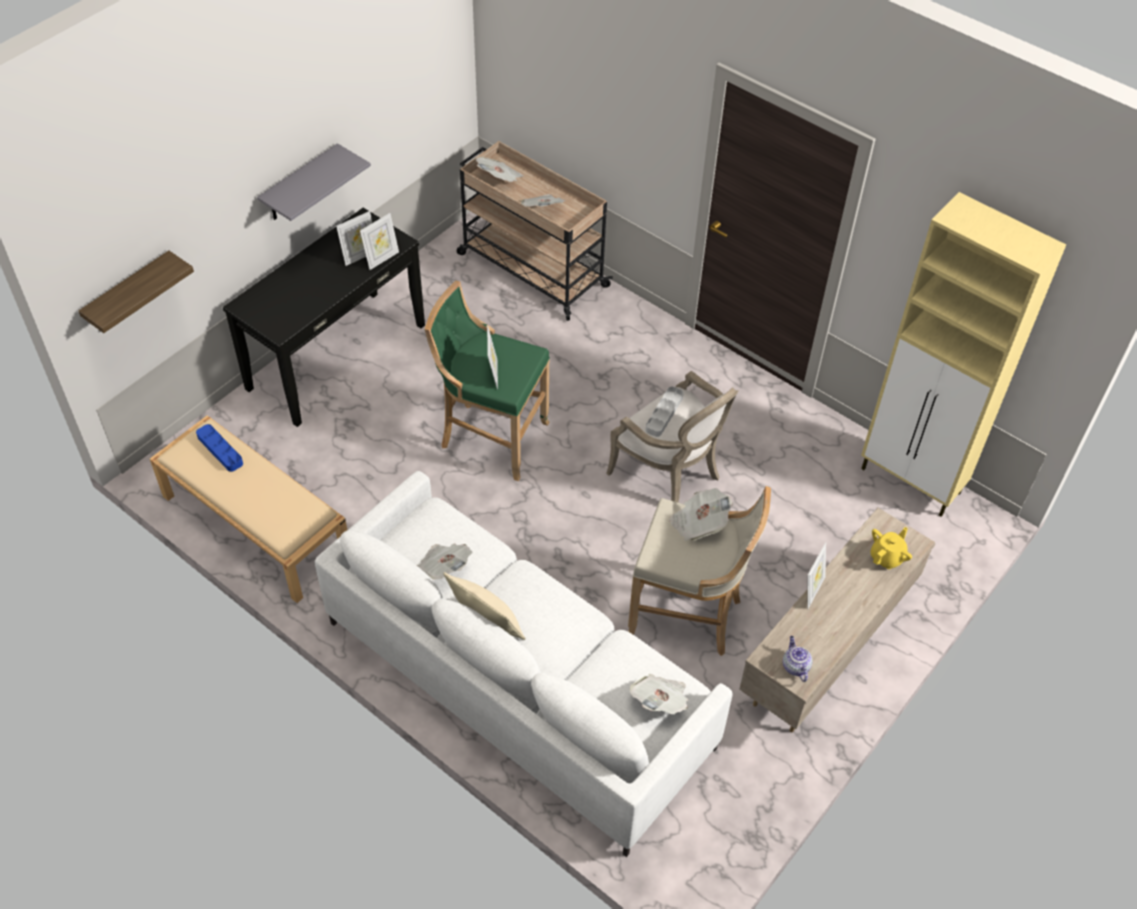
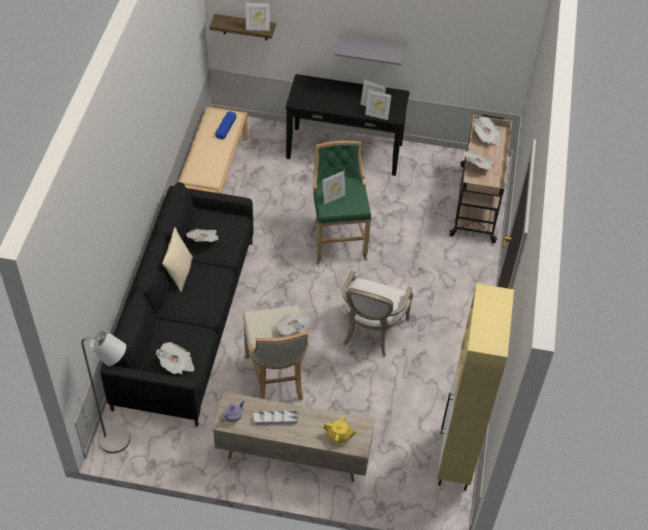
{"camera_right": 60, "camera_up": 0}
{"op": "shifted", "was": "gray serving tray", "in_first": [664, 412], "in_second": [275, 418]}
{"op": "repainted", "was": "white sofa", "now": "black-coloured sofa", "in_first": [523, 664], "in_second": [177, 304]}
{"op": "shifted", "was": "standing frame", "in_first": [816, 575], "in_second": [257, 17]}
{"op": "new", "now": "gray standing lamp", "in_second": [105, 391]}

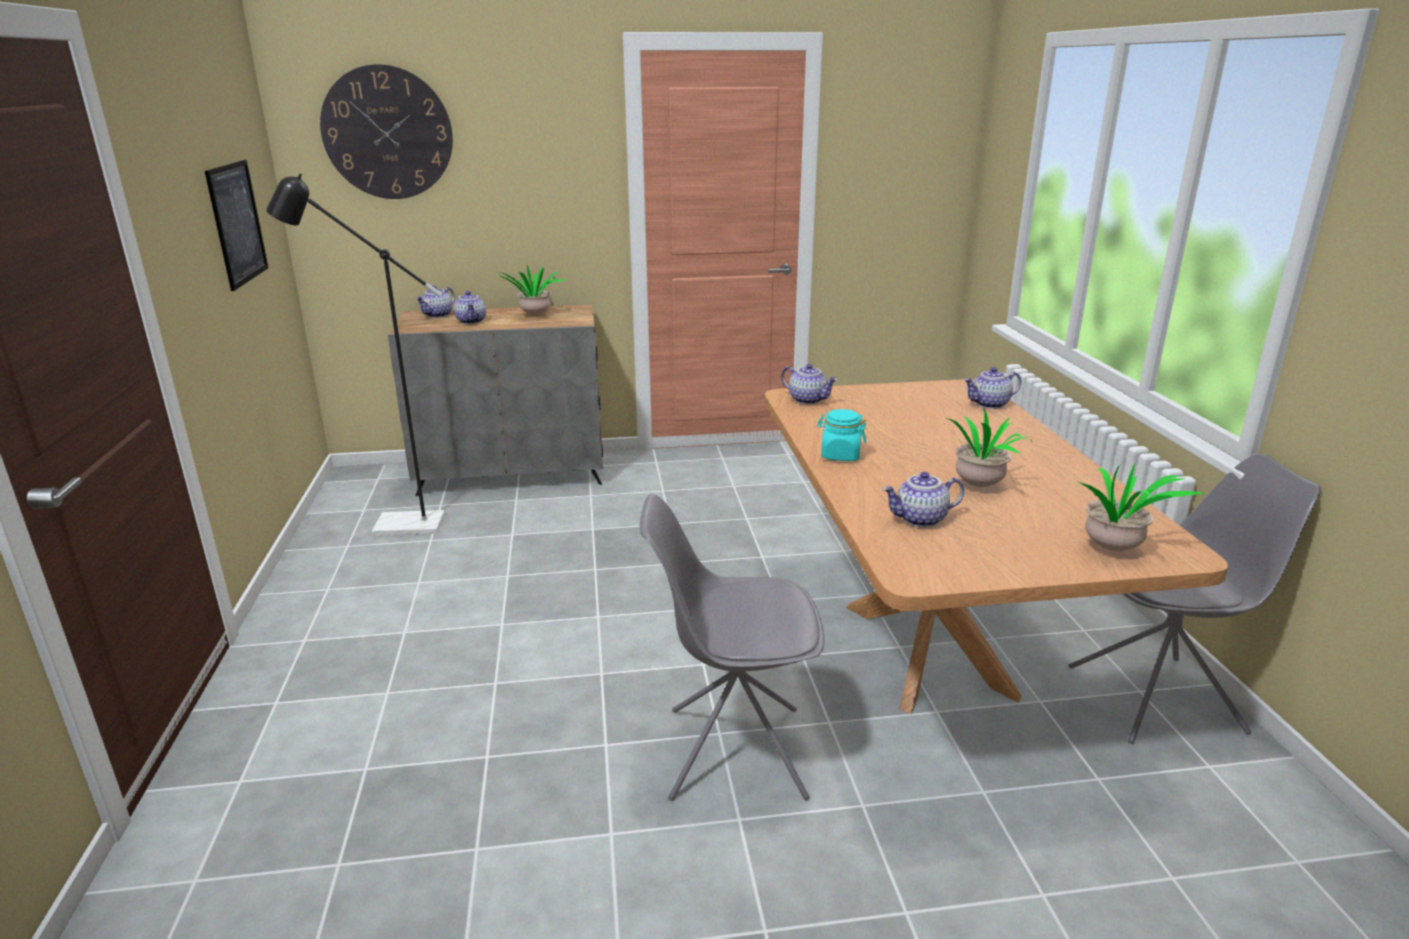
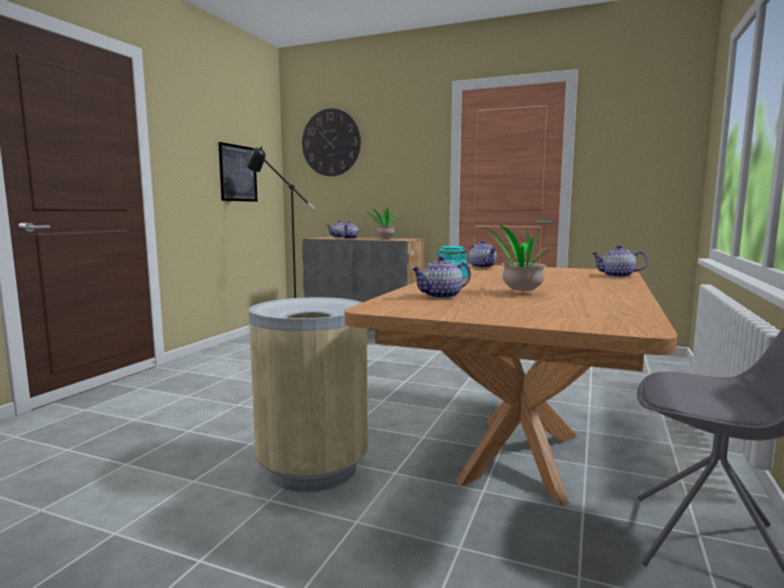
{"camera_right": 30, "camera_up": -15}
{"op": "gone", "was": "houseplant", "in_first": [1137, 507]}
{"op": "rotated", "was": "teapot", "in_first": [923, 499], "in_second": [441, 277], "clockwise": -45}
{"op": "swapped", "was": "gray upright chair", "now": "beige-coloured rubbish bin", "in_first": [732, 647], "in_second": [308, 394]}

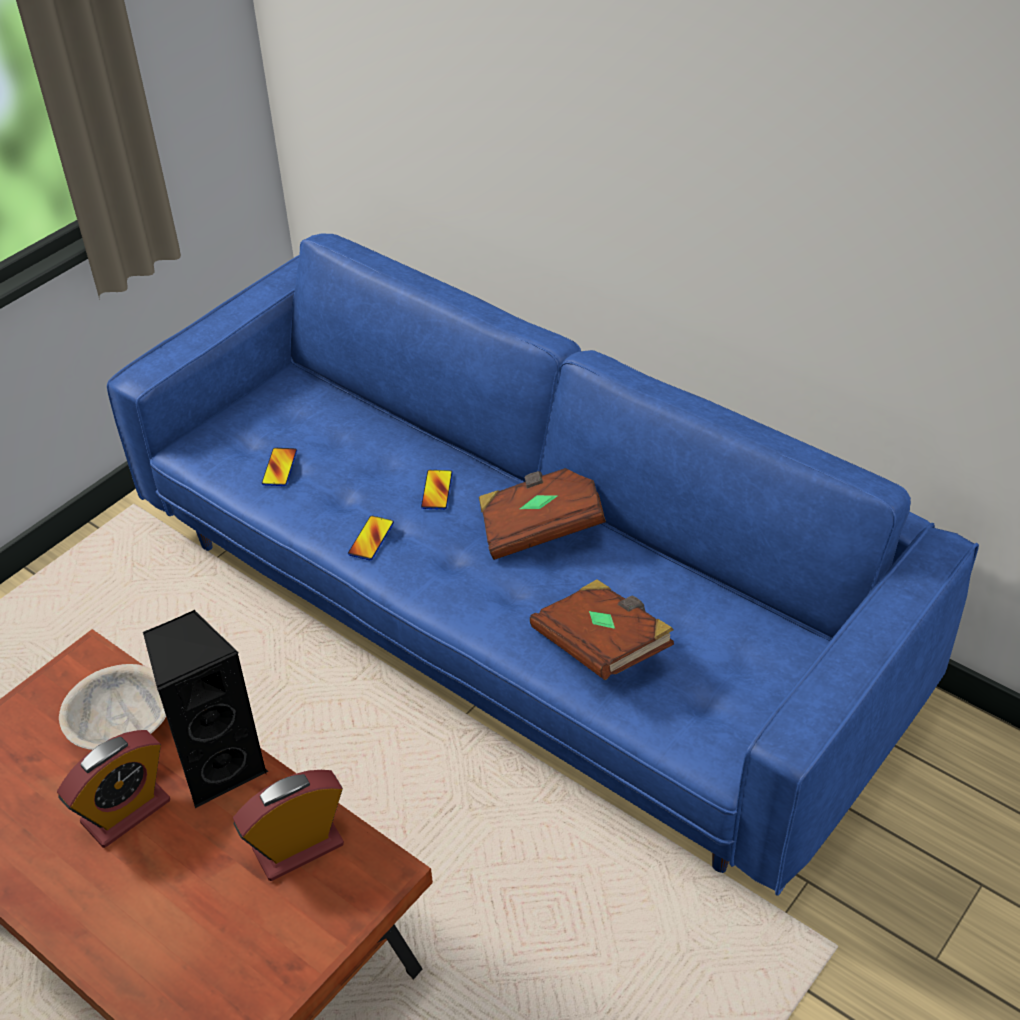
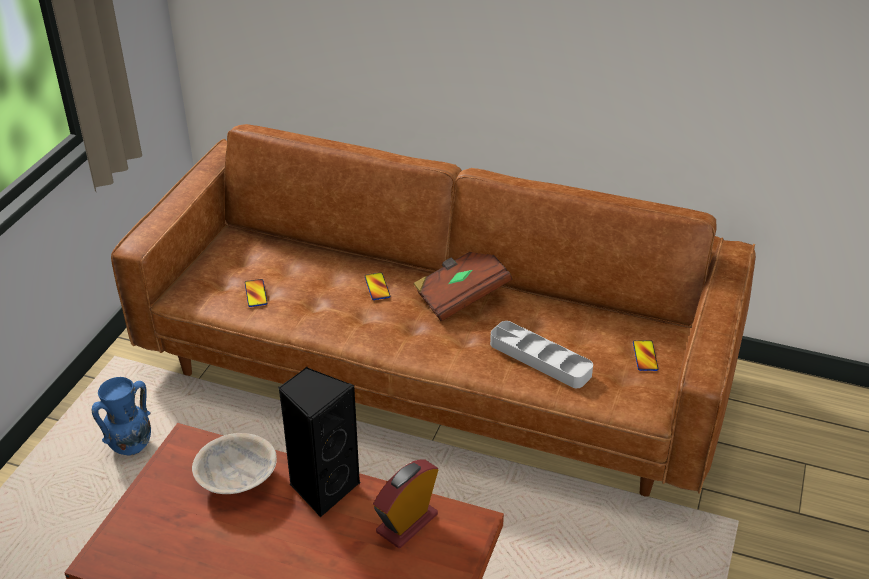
{"camera_right": -20, "camera_up": -5}
{"op": "repainted", "was": "bluish sofa", "now": "brown-coloured sofa", "in_first": [543, 564], "in_second": [433, 310]}
{"op": "shifted", "was": "telephone", "in_first": [371, 538], "in_second": [645, 355]}
{"op": "swapped", "was": "brown-coloured bound book", "now": "gray serving tray", "in_first": [602, 629], "in_second": [541, 354]}
{"op": "gone", "was": "bedside clock", "in_first": [113, 789]}
{"op": "new", "now": "bluish flower vase", "in_second": [121, 416]}

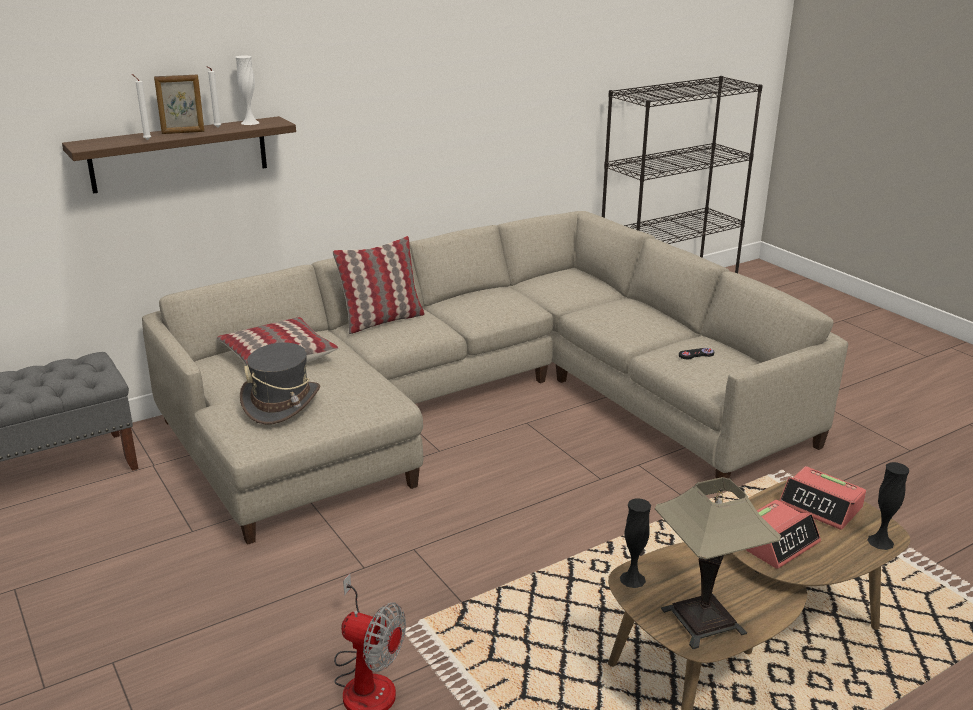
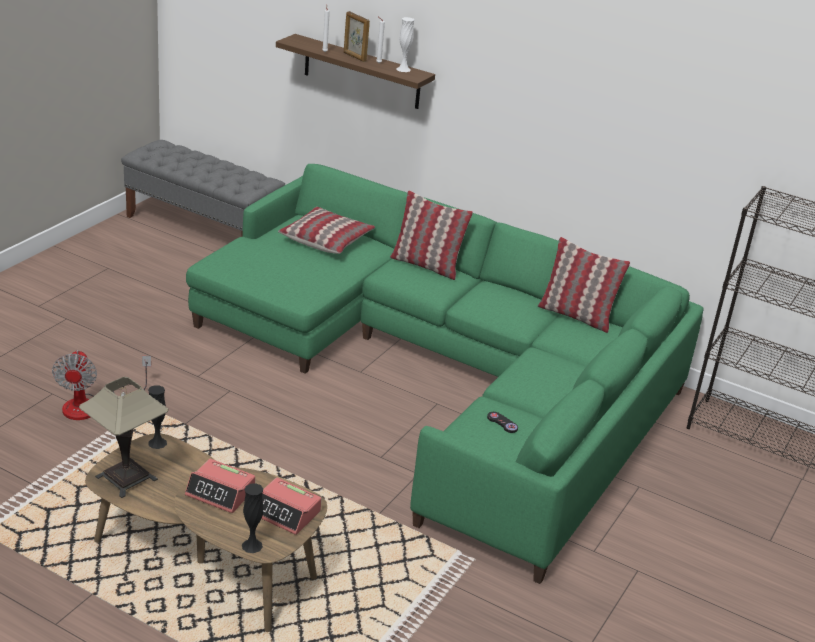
{"camera_right": 60, "camera_up": 5}
{"op": "repainted", "was": "beige-coloured sofa", "now": "green sofa", "in_first": [495, 378], "in_second": [445, 374]}
{"op": "gone", "was": "gray clothing hat", "in_first": [280, 383]}
{"op": "rotated", "was": "bedside clock", "in_first": [822, 498], "in_second": [291, 506], "clockwise": -75}
{"op": "new", "now": "cushion", "in_second": [584, 285]}

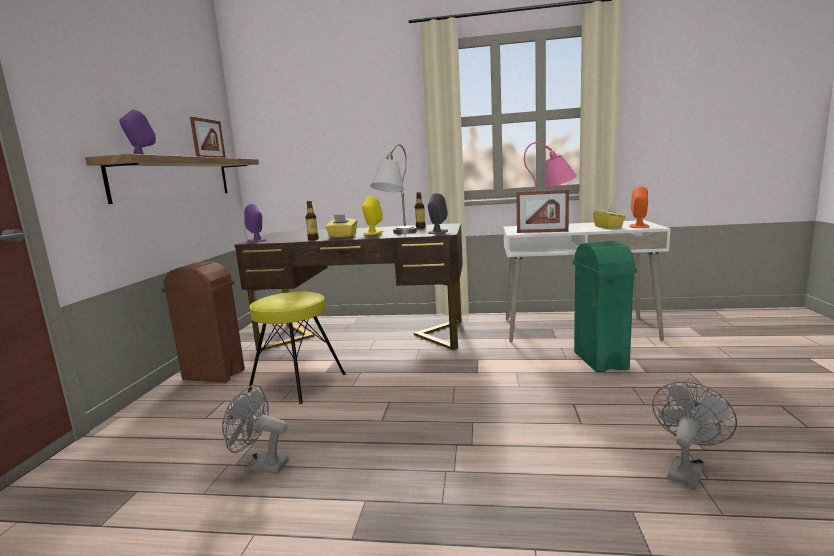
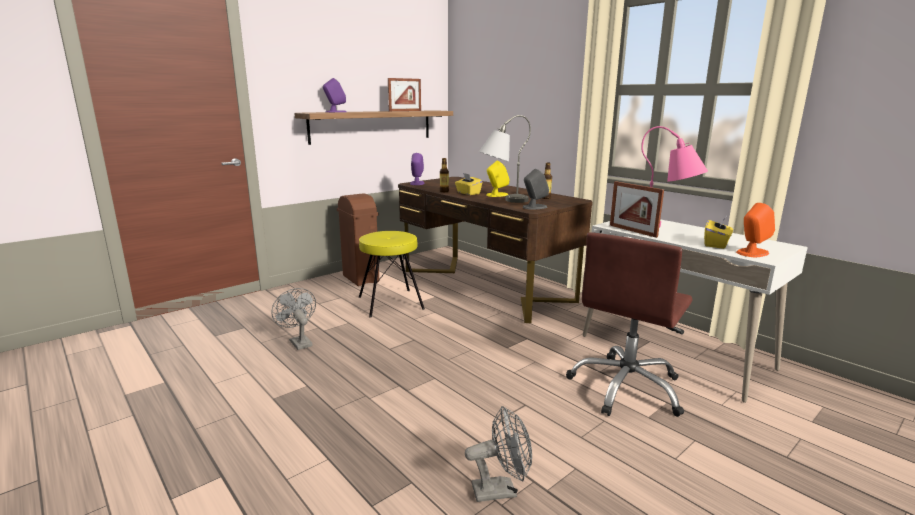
{"camera_right": 40, "camera_up": 5}
{"op": "swapped", "was": "green rubbish bin", "now": "brown-coloured computer chair", "in_first": [605, 306], "in_second": [629, 324]}

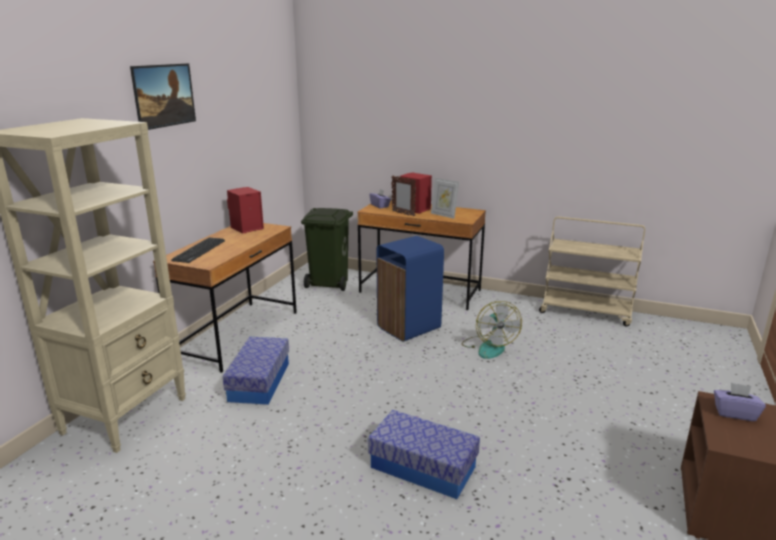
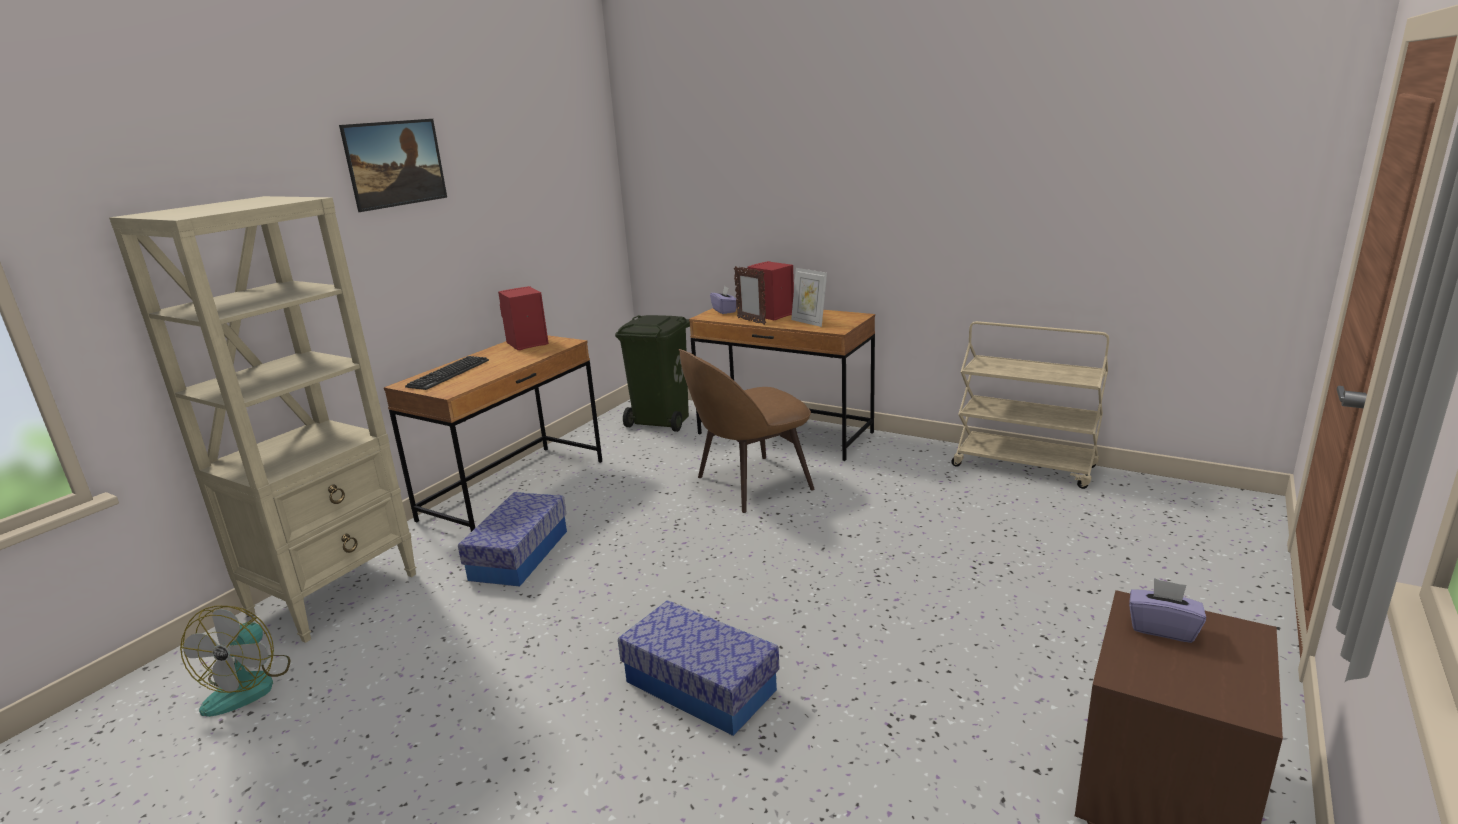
{"camera_right": 10, "camera_up": 0}
{"op": "swapped", "was": "bluish rubbish bin", "now": "brown-coloured upright chair", "in_first": [410, 289], "in_second": [747, 431]}
{"op": "shifted", "was": "electric fan", "in_first": [492, 330], "in_second": [235, 661]}

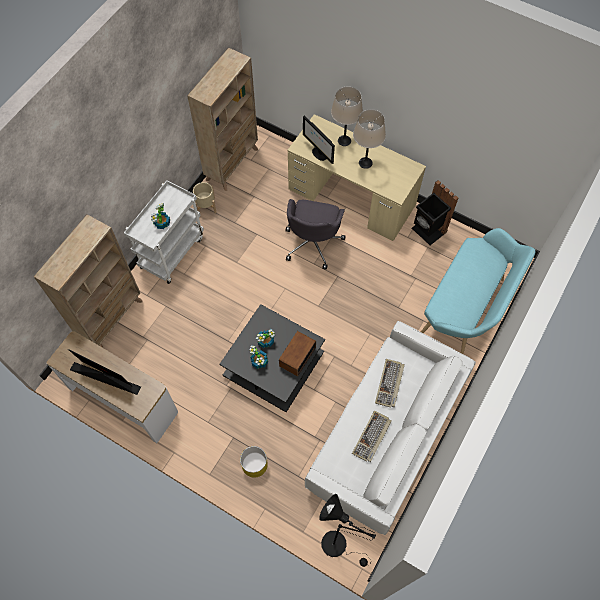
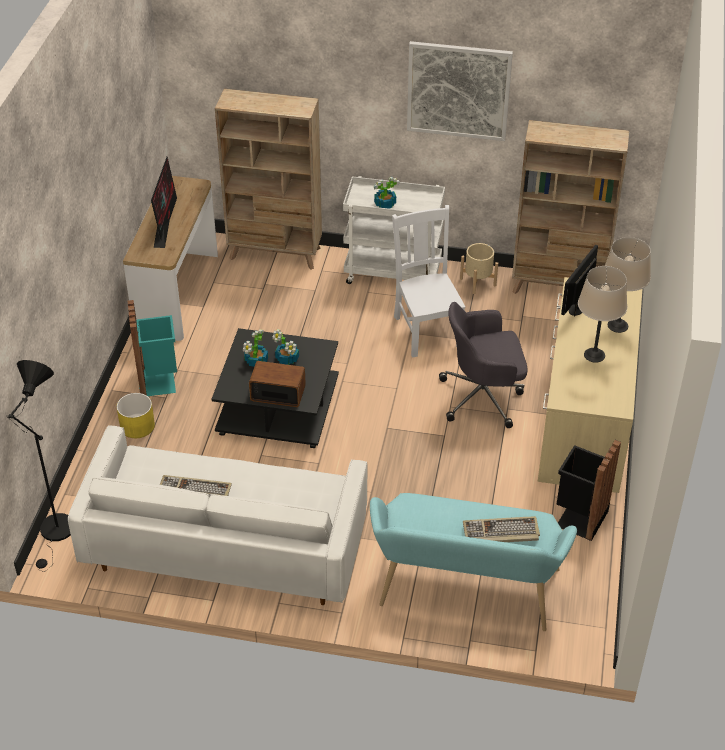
{"camera_right": 70, "camera_up": -20}
{"op": "shifted", "was": "computer keyboard", "in_first": [390, 383], "in_second": [501, 529]}
{"op": "new", "now": "picture", "in_second": [460, 91]}
{"op": "new", "now": "white upright chair", "in_second": [428, 281]}
{"op": "new", "now": "blue-green rubbish bin", "in_second": [152, 348]}

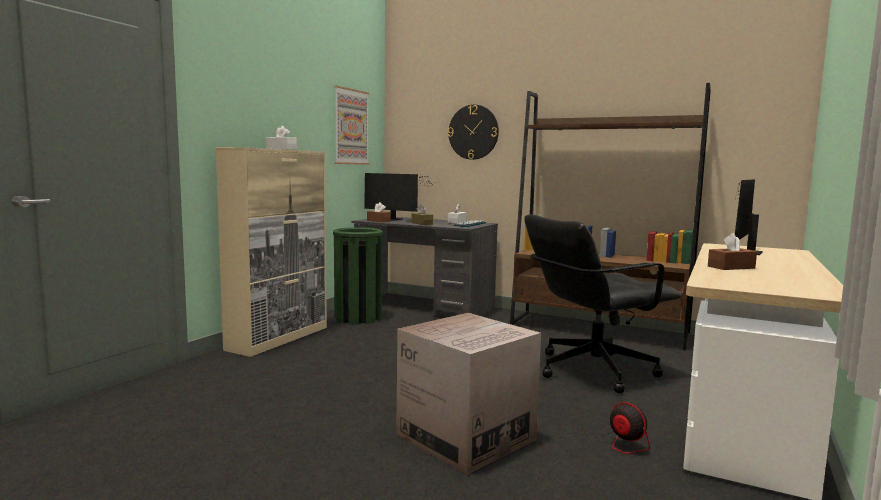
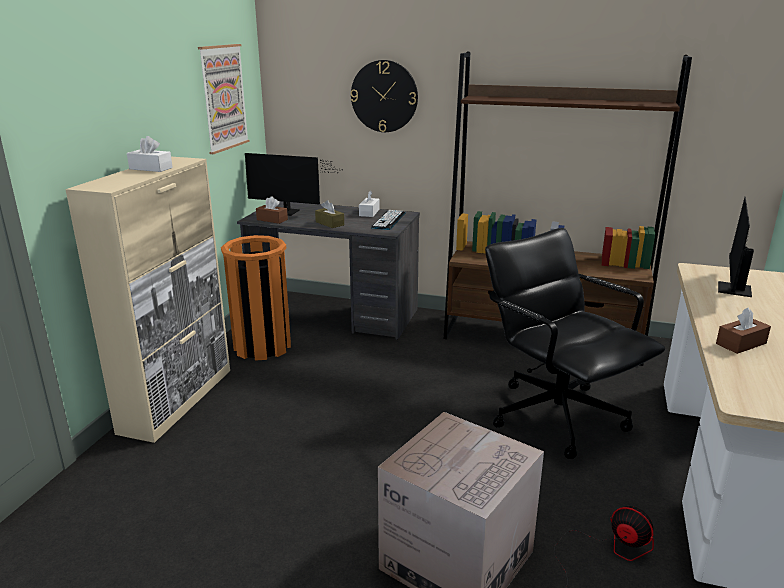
{"camera_right": -10, "camera_up": 15}
{"op": "rotated", "was": "black-coloured computer chair", "in_first": [603, 304], "in_second": [575, 343], "clockwise": 90}
{"op": "repainted", "was": "green rubbish bin", "now": "orange rubbish bin", "in_first": [358, 276], "in_second": [256, 298]}

